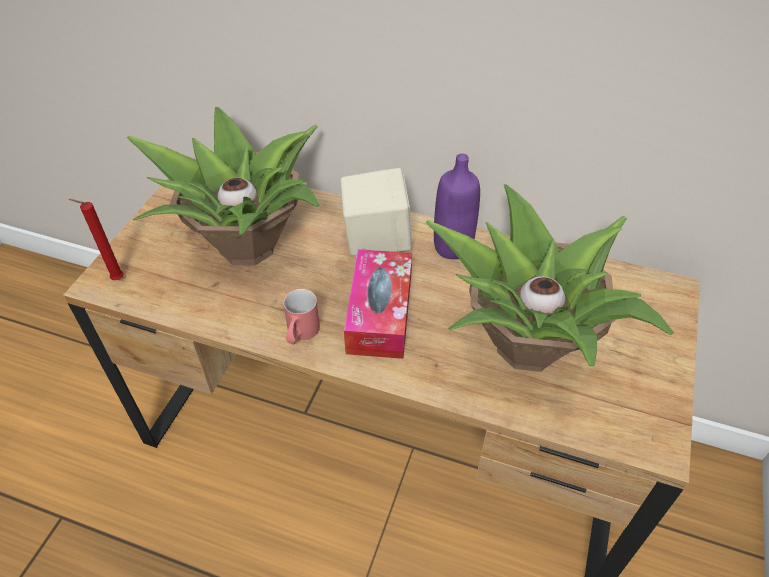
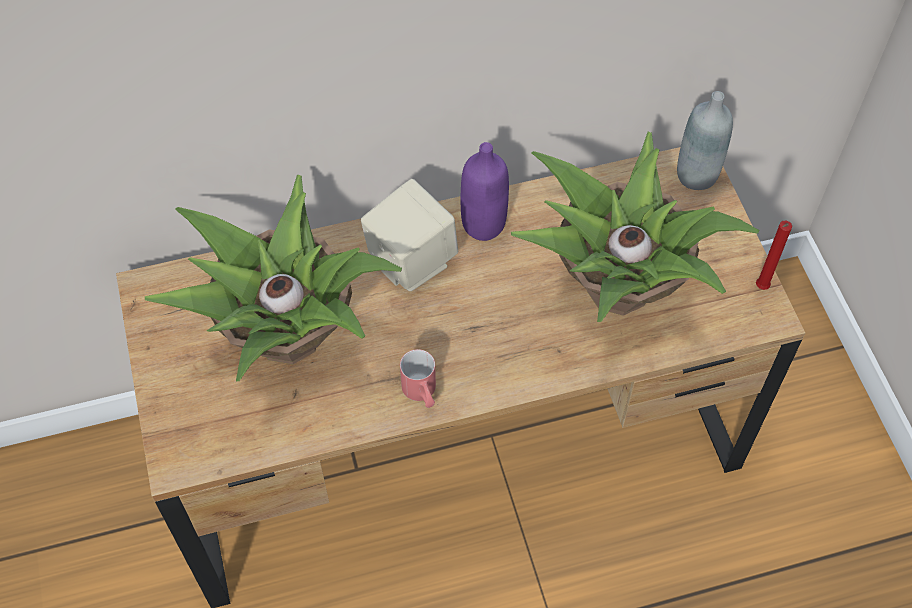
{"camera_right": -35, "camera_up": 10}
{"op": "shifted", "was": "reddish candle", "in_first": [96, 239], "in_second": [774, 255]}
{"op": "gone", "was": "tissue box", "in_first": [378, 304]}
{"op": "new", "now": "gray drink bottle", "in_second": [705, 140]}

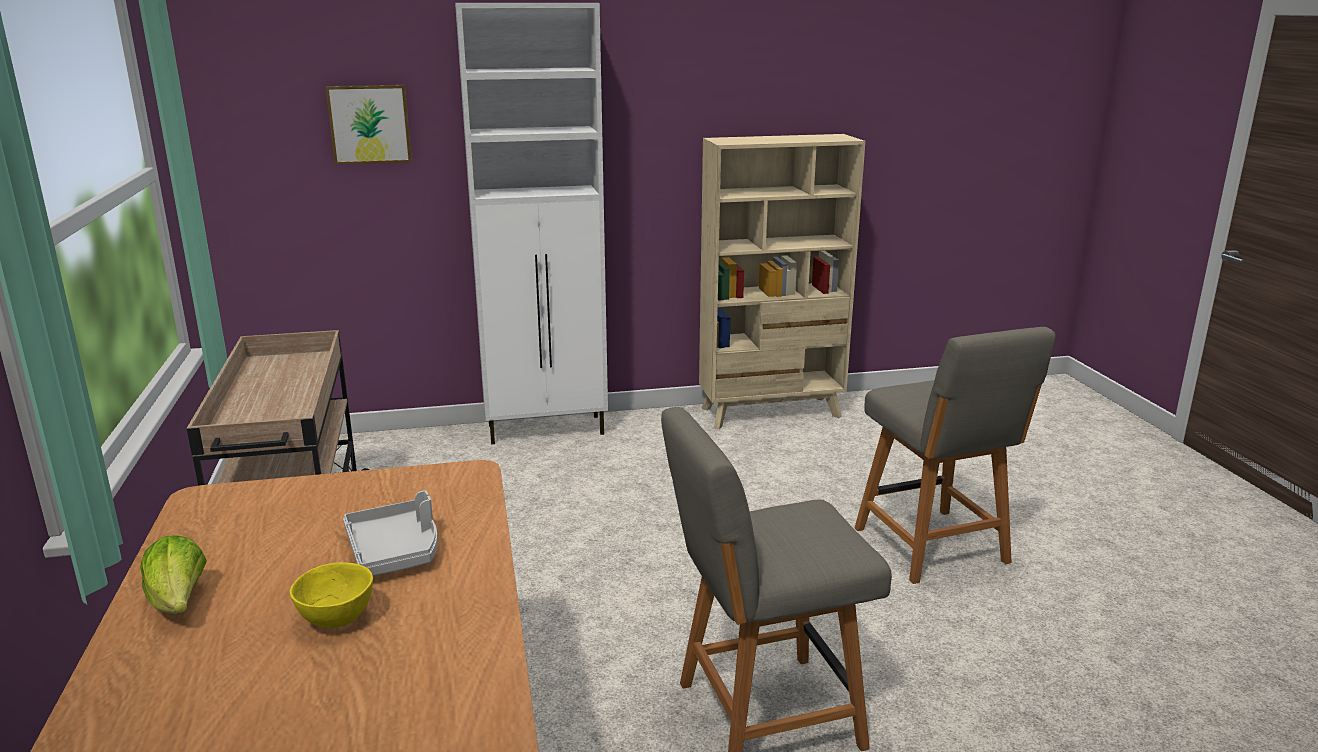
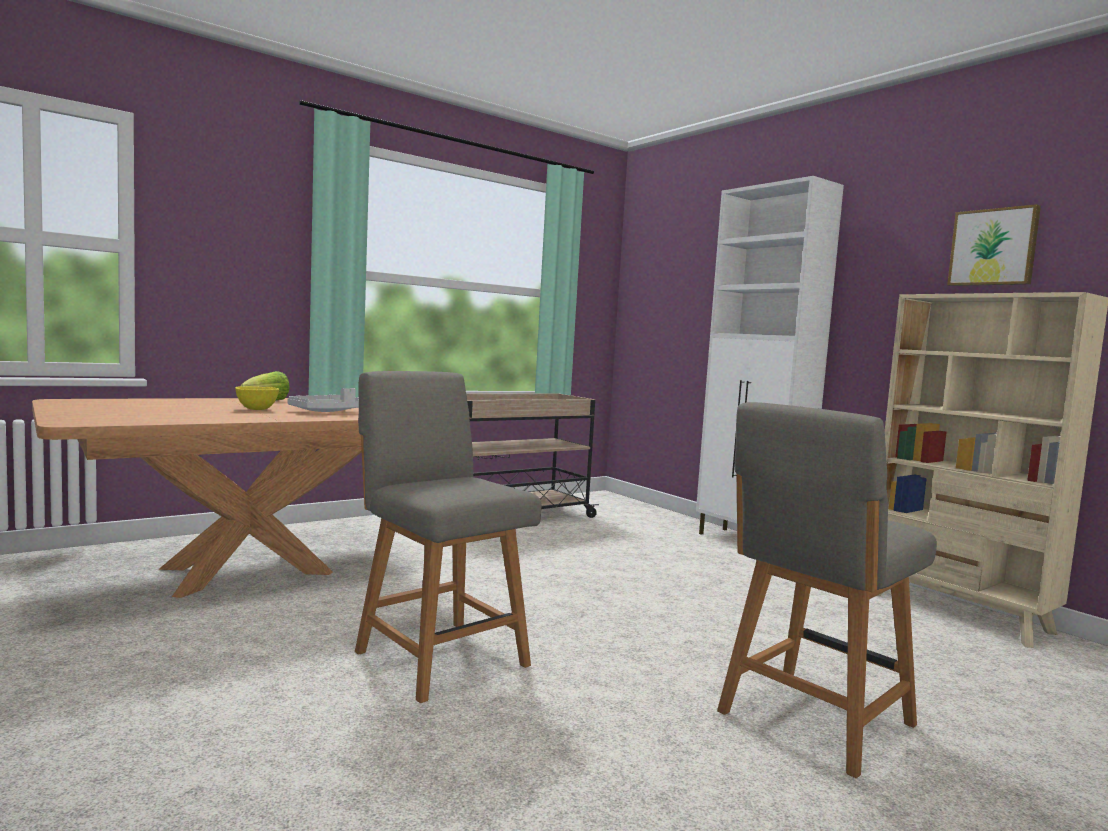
{"camera_right": 65, "camera_up": -15}
{"op": "shifted", "was": "picture", "in_first": [369, 124], "in_second": [994, 245]}

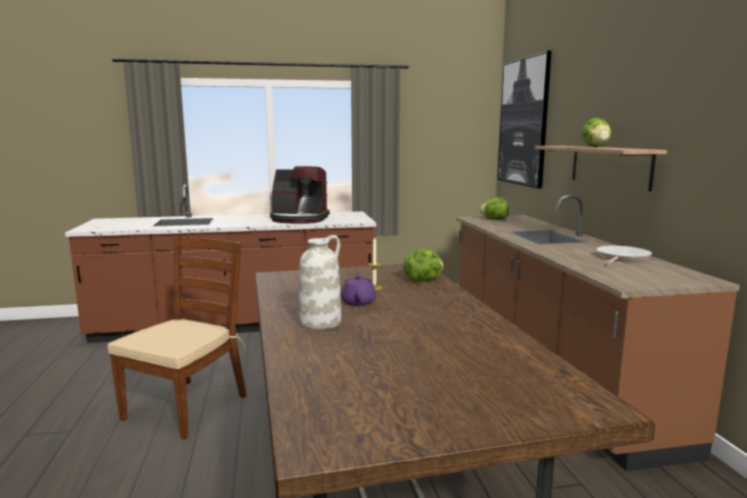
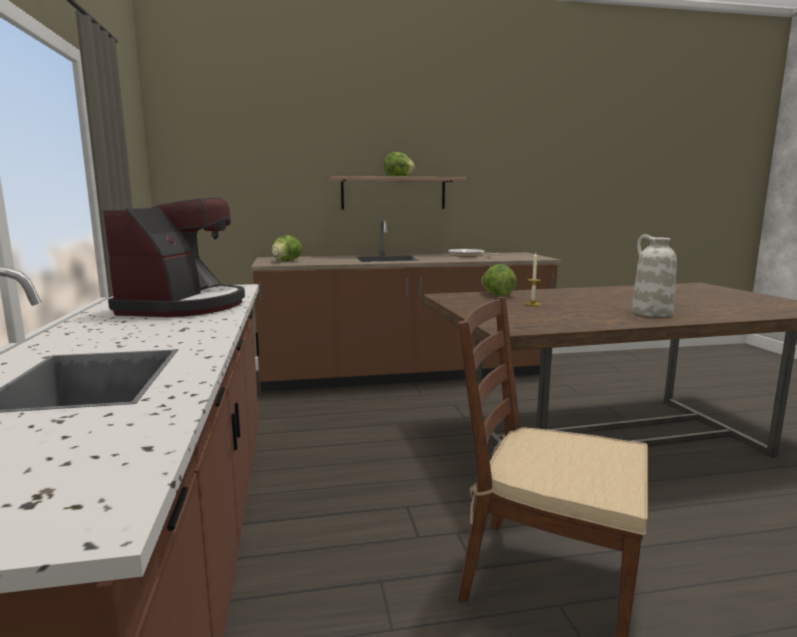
{"camera_right": -90, "camera_up": 0}
{"op": "gone", "was": "picture", "in_first": [524, 119]}
{"op": "gone", "was": "purplish teapot", "in_first": [358, 289]}

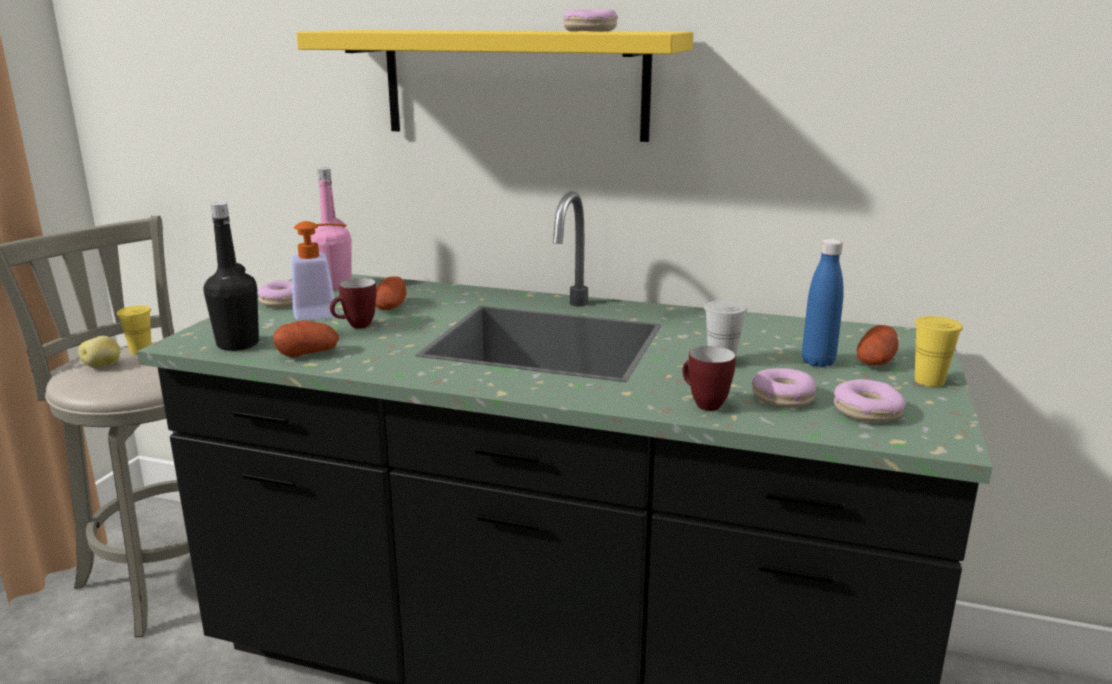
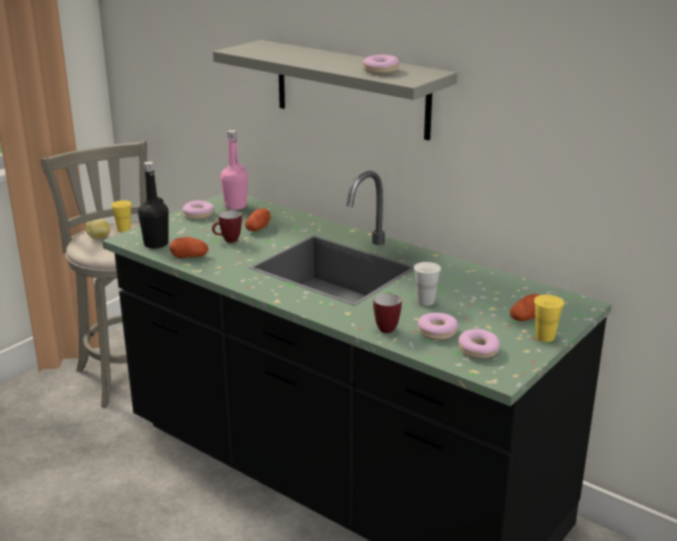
{"camera_right": 20, "camera_up": 5}
{"op": "repainted", "was": "yellowish bracket shelf", "now": "gray bracket shelf", "in_first": [494, 86], "in_second": [335, 90]}
{"op": "gone", "was": "soap bottle", "in_first": [319, 271]}
{"op": "gone", "was": "bluish drink bottle", "in_first": [823, 303]}

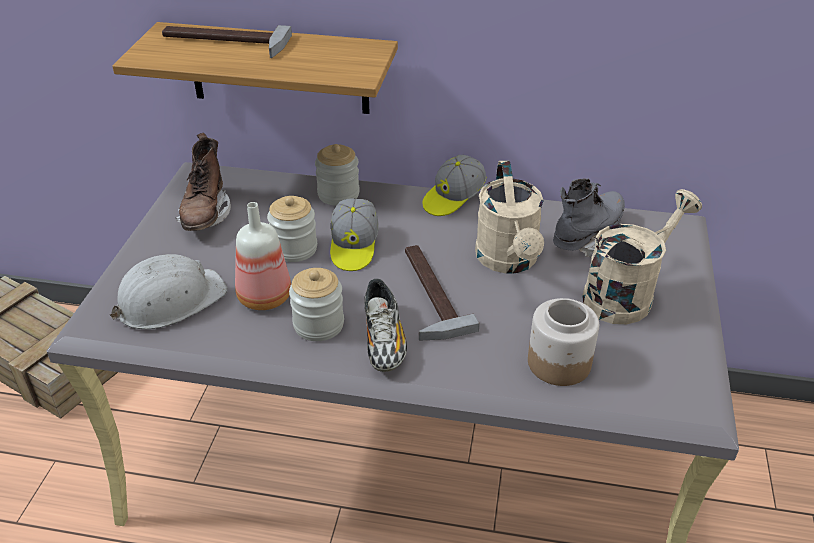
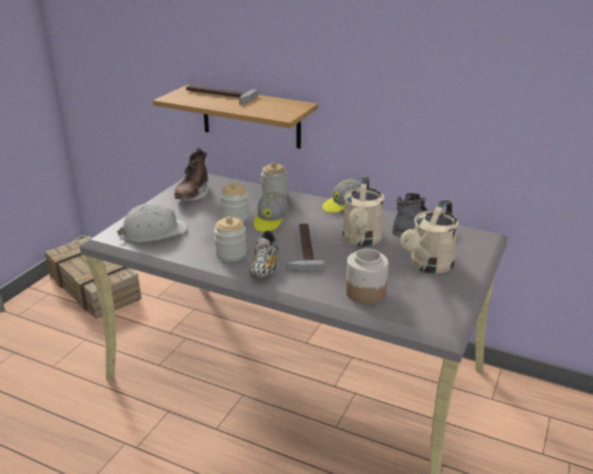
{"camera_right": 15, "camera_up": -10}
{"op": "rotated", "was": "beige-coloured watering can", "in_first": [642, 256], "in_second": [429, 236], "clockwise": 150}
{"op": "gone", "was": "drink bottle", "in_first": [263, 256]}

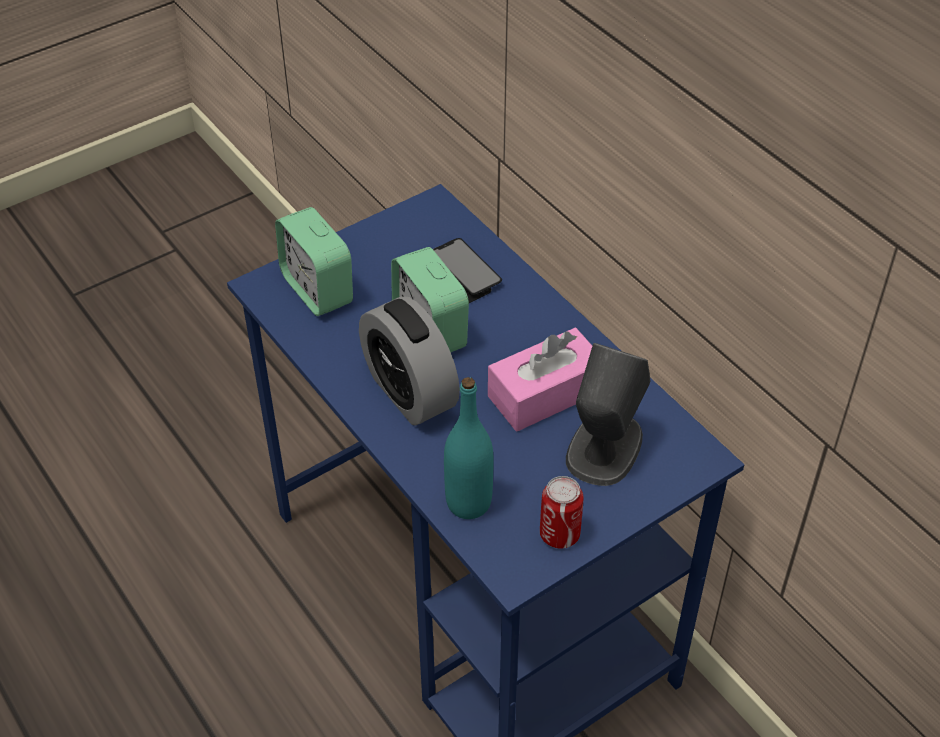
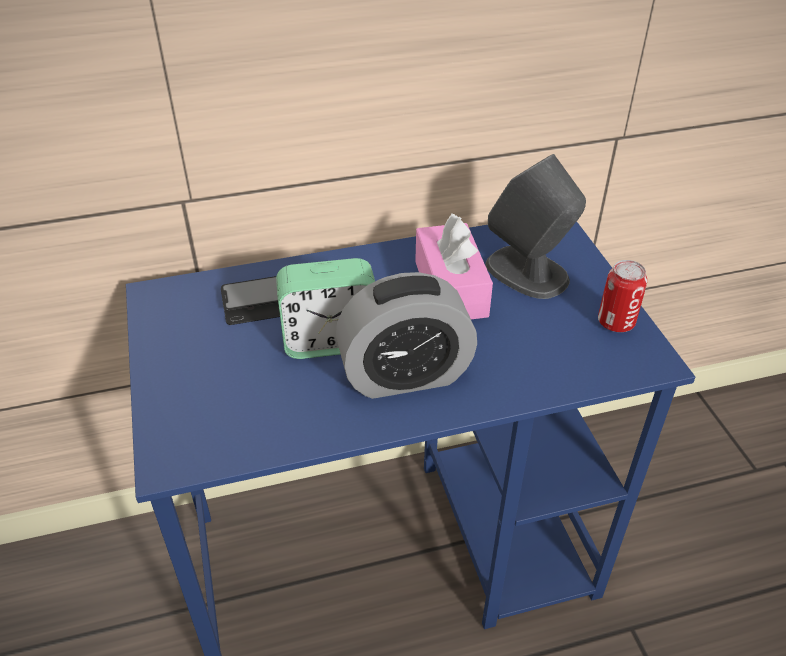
{"camera_right": -70, "camera_up": -5}
{"op": "gone", "was": "bedside clock", "in_first": [314, 261]}
{"op": "gone", "was": "blue-green drink bottle", "in_first": [469, 448]}

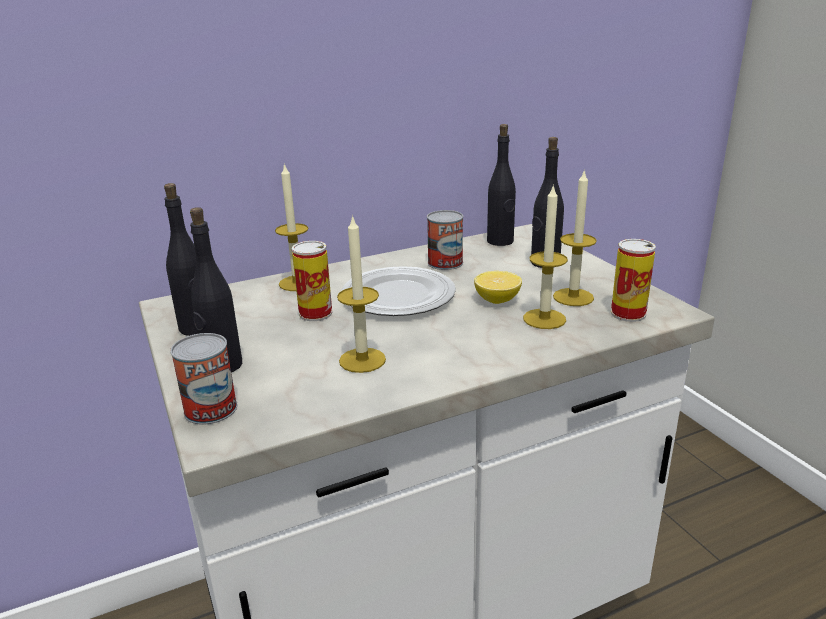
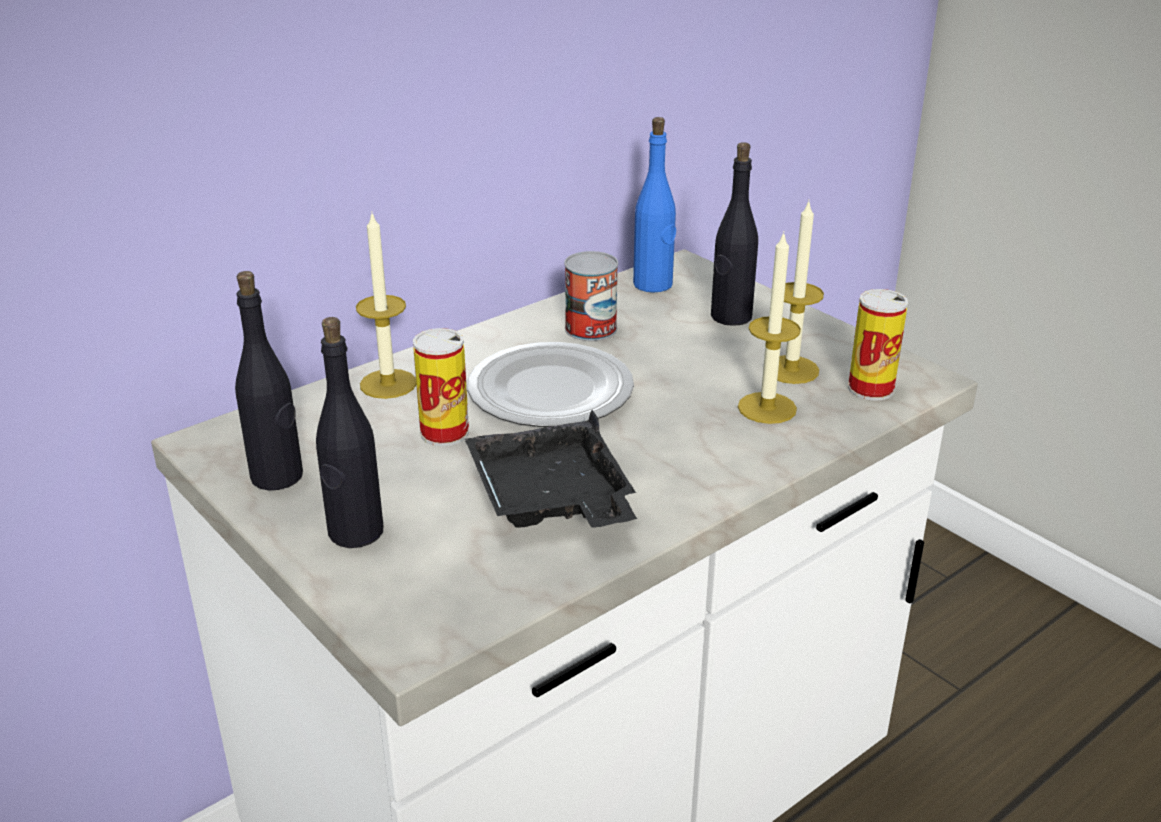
{"camera_right": -15, "camera_up": 5}
{"op": "repainted", "was": "black-coloured drink bottle", "now": "bluish drink bottle", "in_first": [501, 185], "in_second": [654, 205]}
{"op": "swapped", "was": "candle", "now": "black-coloured serving tray", "in_first": [361, 294], "in_second": [551, 469]}
{"op": "gone", "was": "whole lemon", "in_first": [498, 287]}
{"op": "gone", "was": "sealed can", "in_first": [203, 379]}

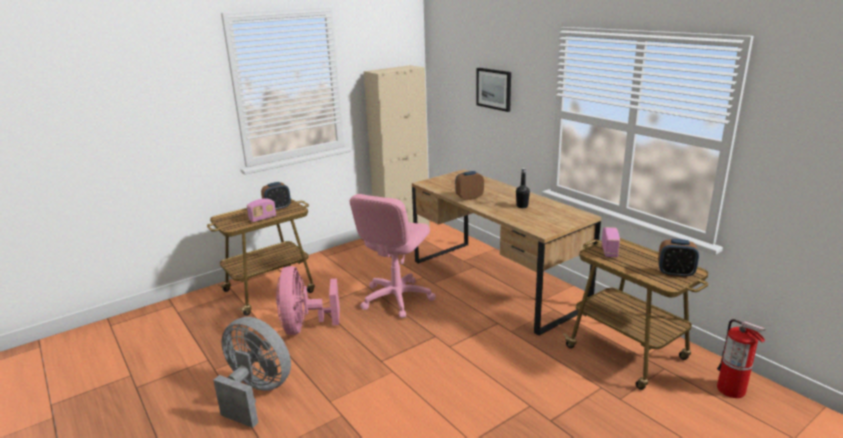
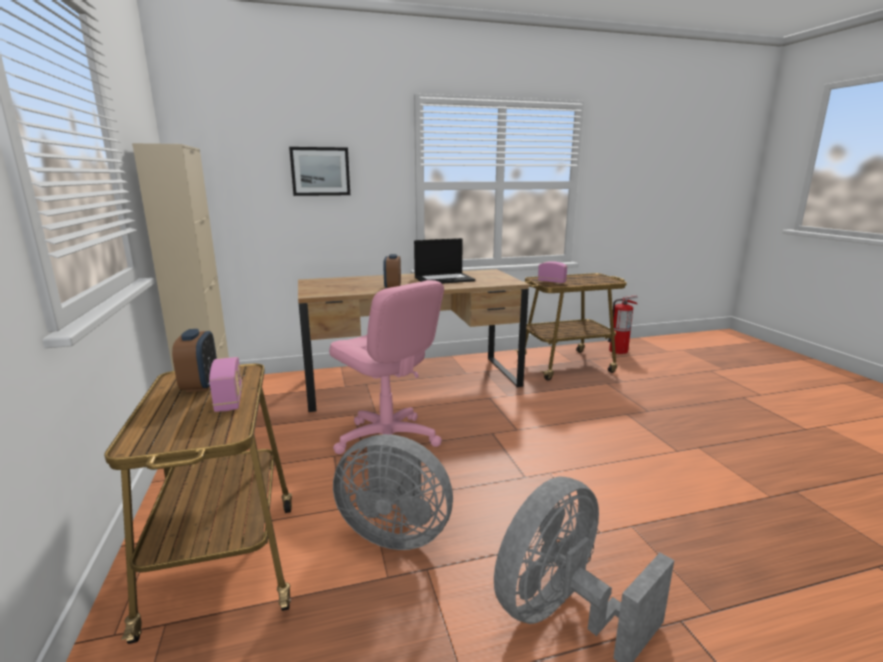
{"camera_right": -70, "camera_up": -5}
{"op": "swapped", "was": "black-coloured drink bottle", "now": "laptop", "in_first": [523, 188], "in_second": [444, 261]}
{"op": "gone", "was": "bedside clock", "in_first": [678, 258]}
{"op": "repainted", "was": "pink electric fan", "now": "gray electric fan", "in_first": [308, 300], "in_second": [393, 492]}

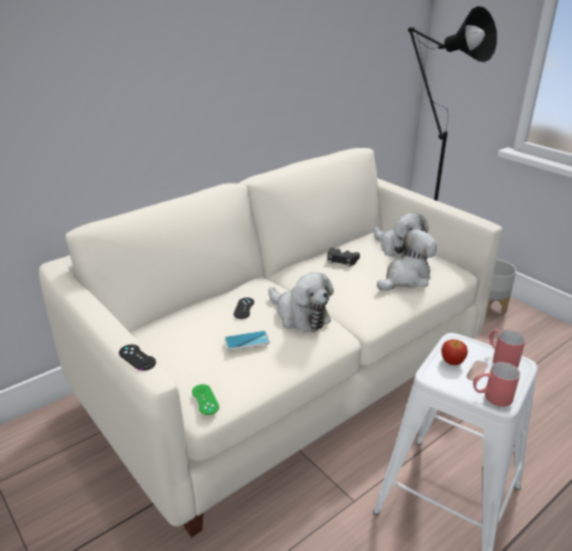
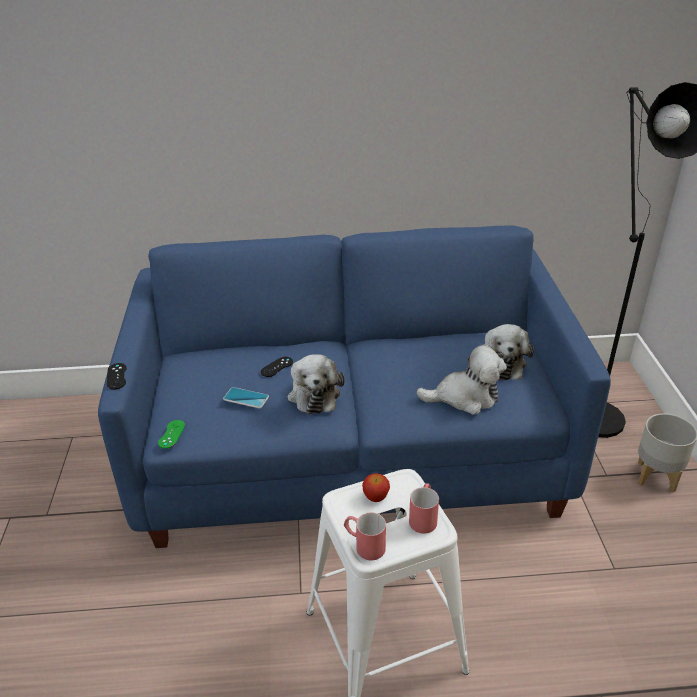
{"camera_right": 35, "camera_up": 5}
{"op": "repainted", "was": "white sofa", "now": "bluish sofa", "in_first": [270, 342], "in_second": [354, 386]}
{"op": "gone", "was": "black-coloured joypad", "in_first": [343, 257]}

